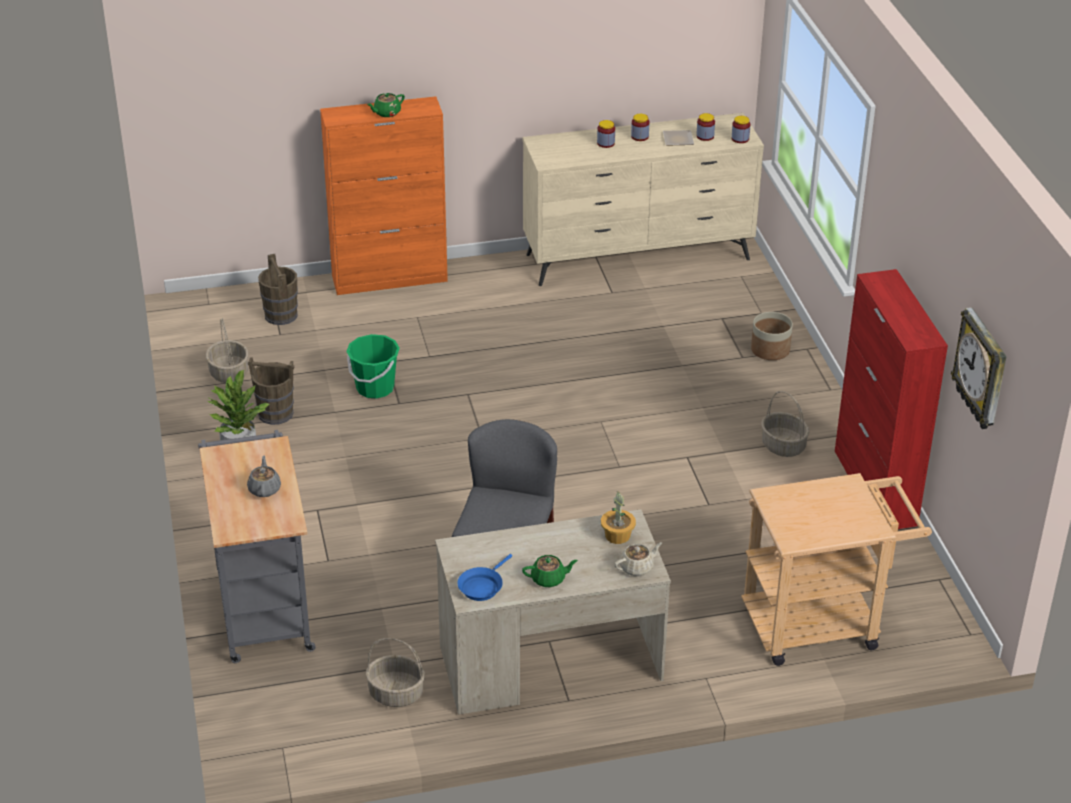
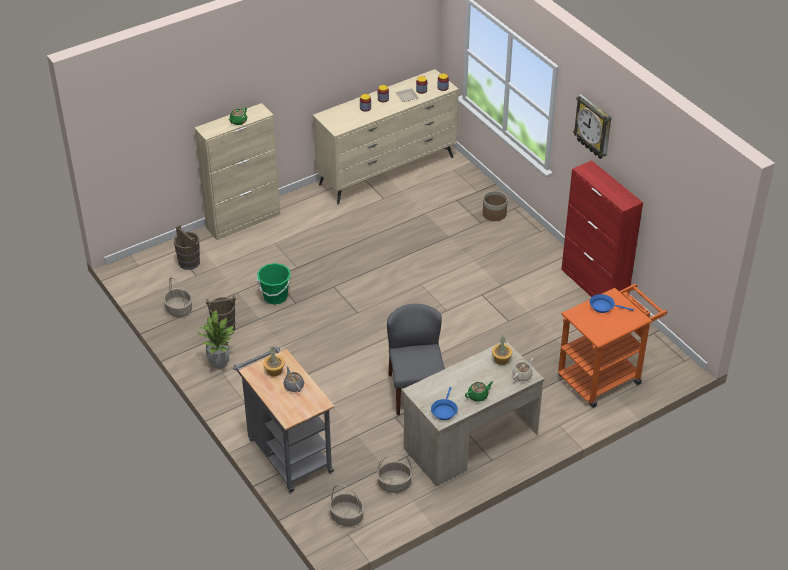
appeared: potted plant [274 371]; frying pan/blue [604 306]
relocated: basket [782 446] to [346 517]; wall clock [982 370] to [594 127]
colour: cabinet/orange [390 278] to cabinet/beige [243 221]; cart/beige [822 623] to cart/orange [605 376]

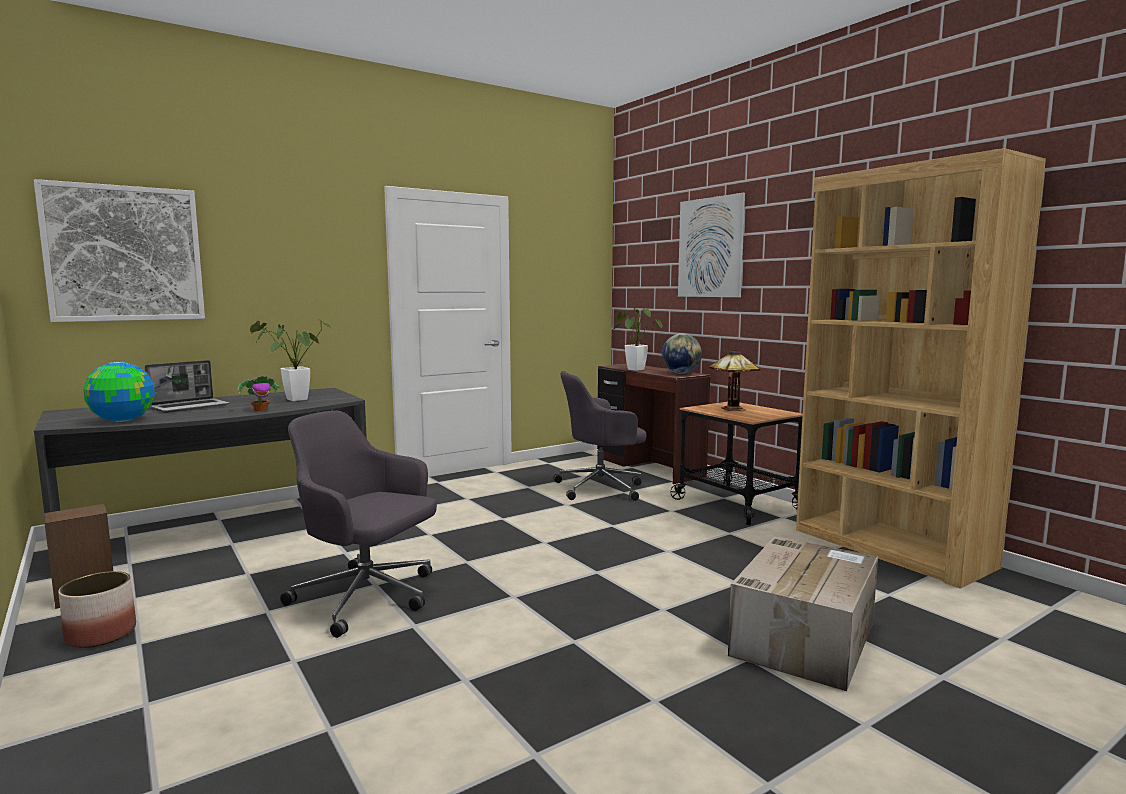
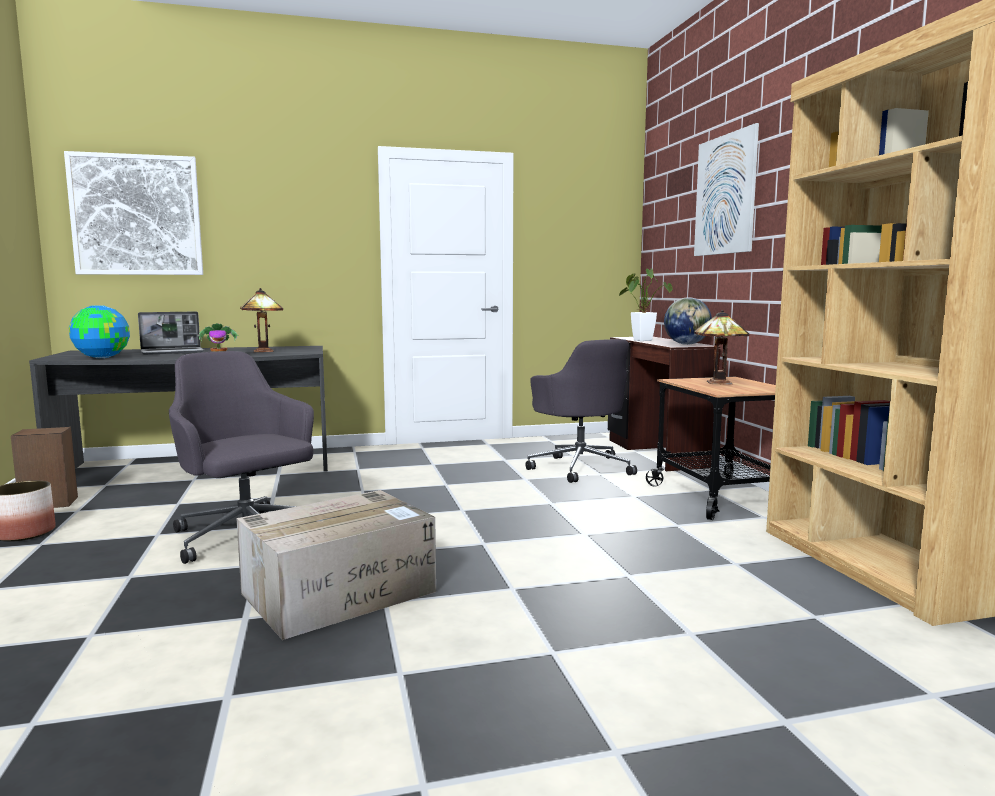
relocated: cardboard box [804 637] to [341 592]
exchanged: potted plant [292 400] to table lamp [262 351]
spun: office chair/grey [601 488] = [580 467] 120 degrees counterclockwise

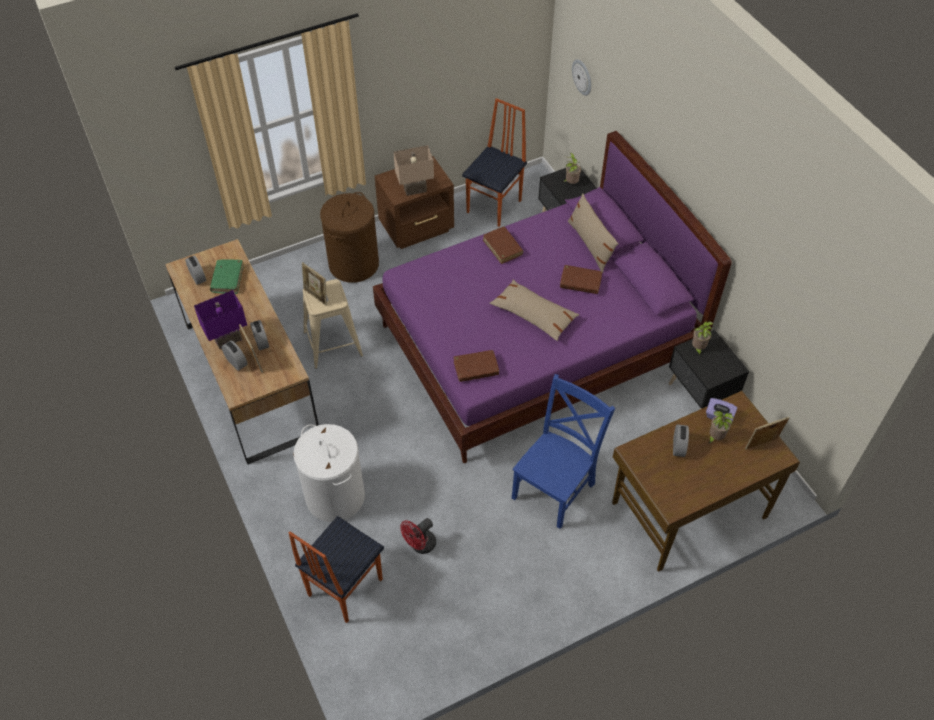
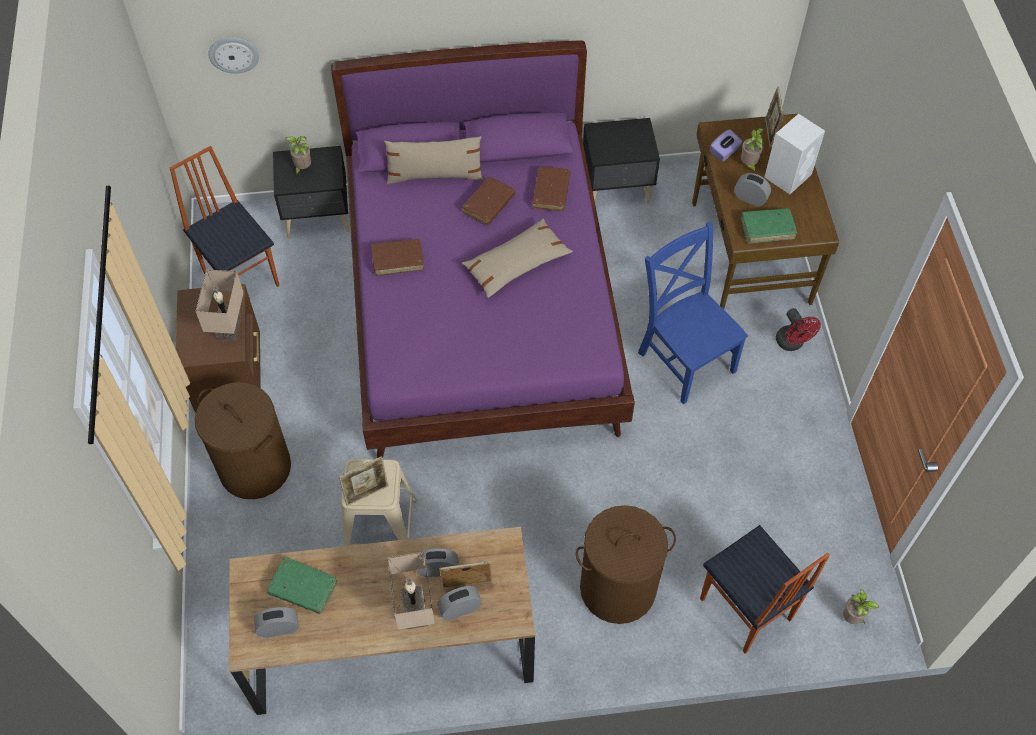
appeared: book/green [767 229]; speaker/white [788 175]
relocated: book/brown [476 369] to [551 192]; fan/red [420 545] to [792 343]; potted plant [698 348] to [852 618]
colour: table lamp/purple [228 338] to table lamp/beige [413 611]; laundry basket/white [335 496] to laundry basket/brown [617 588]

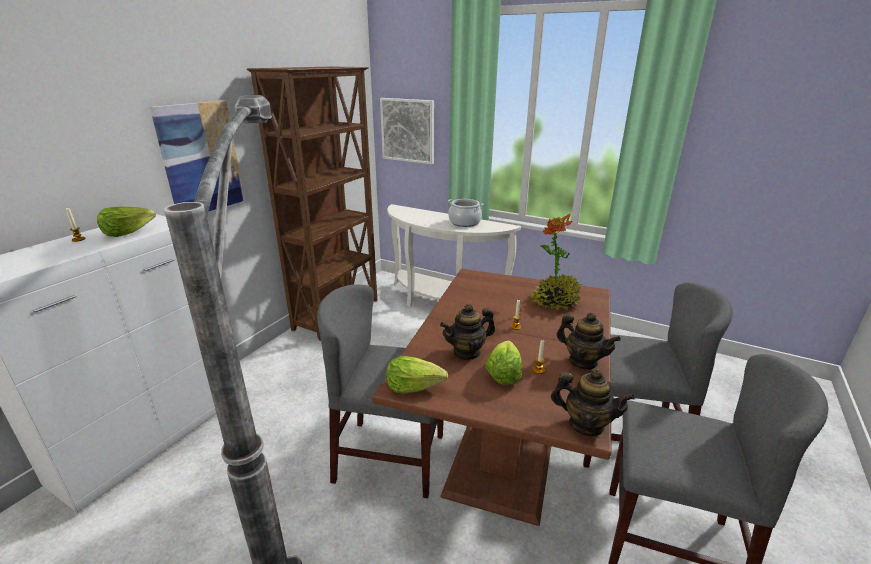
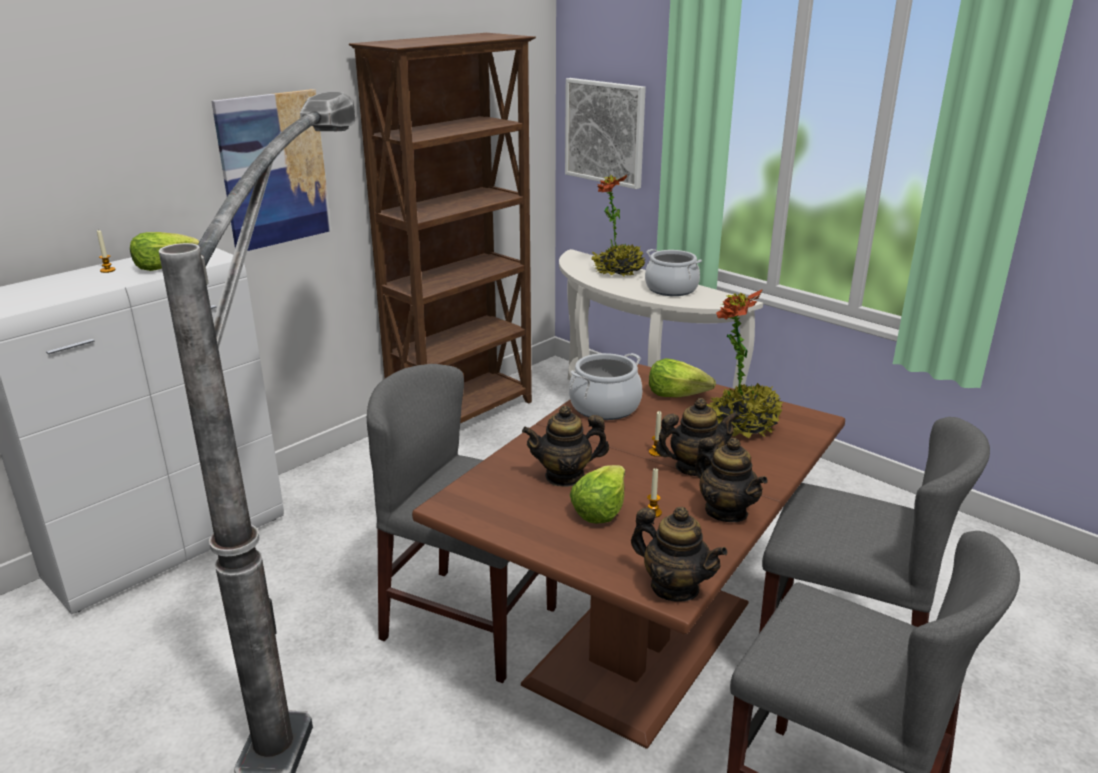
appeared: cooking pot [604 407]; potted plant [618 271]; teapot [694 467]
relocated: lettuce [414 386] to [677 394]

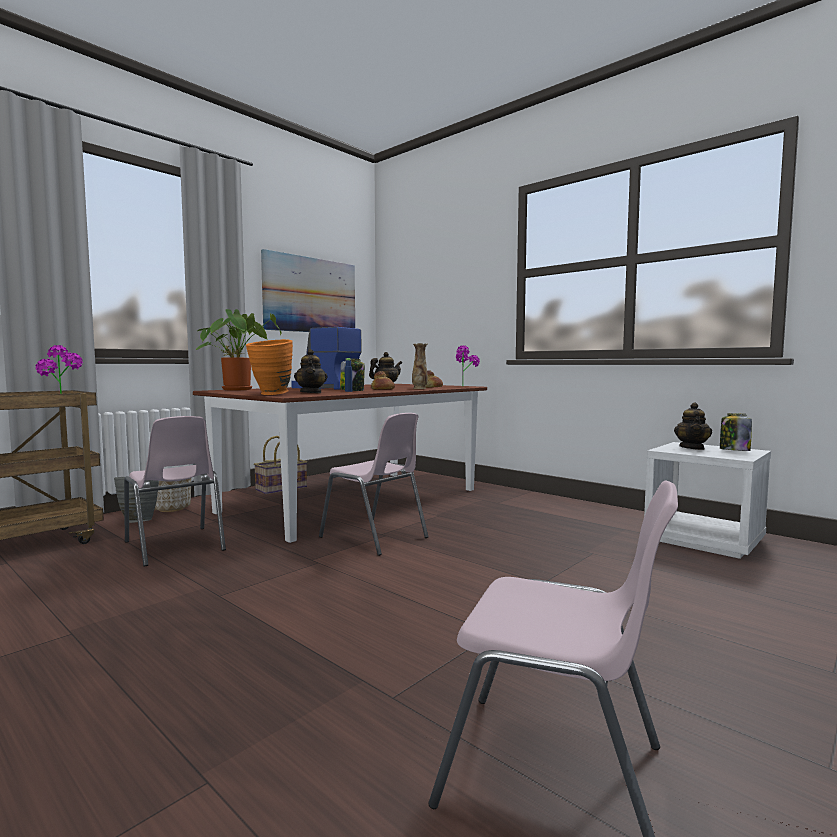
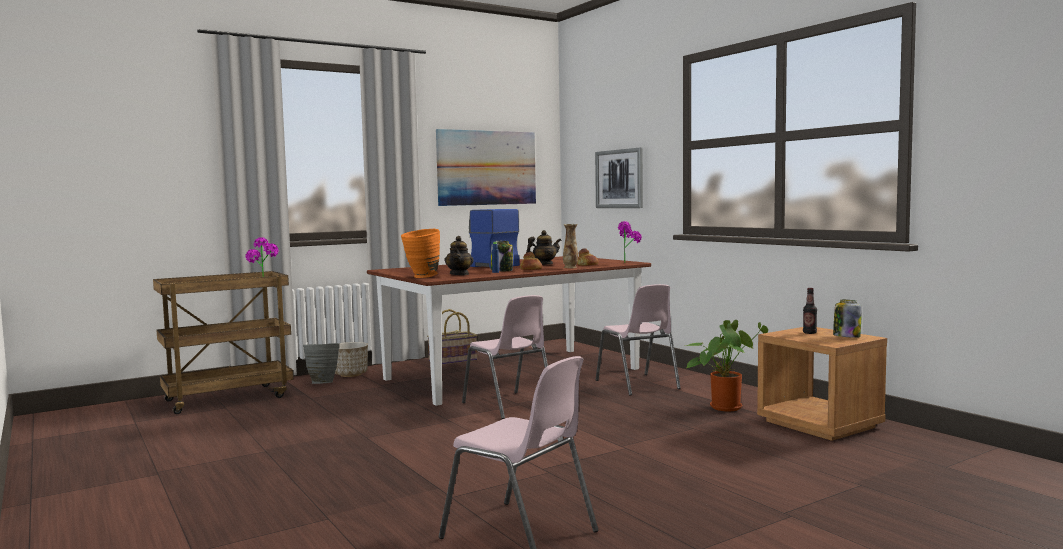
appeared: picture [619 179]
relocated: chair/pink [175 546] to [638 385]; potted plant [238 389] to [726 406]
exchanged: teapot [692 448] to bottle [809 333]
colour: nightstand/white [704 540] to nightstand/brown [820 424]

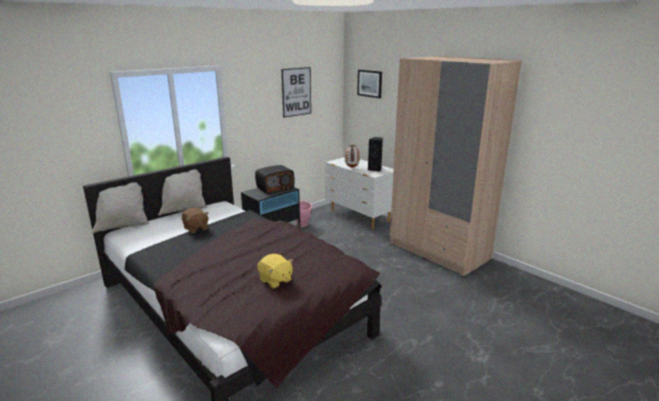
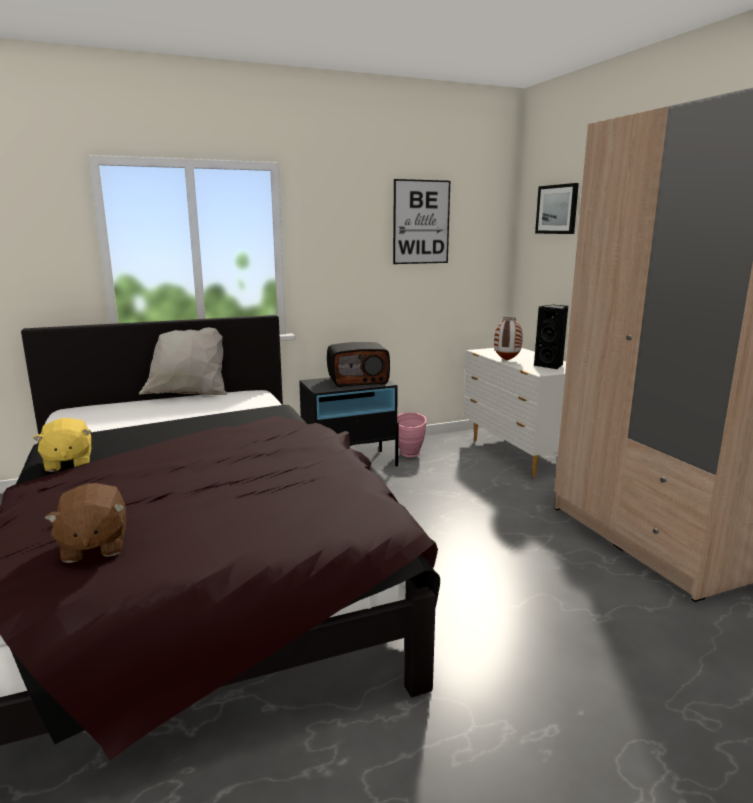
missing: pillow/white [123 227]
relocated: plush toy/yellow [275 280] to [67 463]; plush toy/brown [195 228] to [93 547]

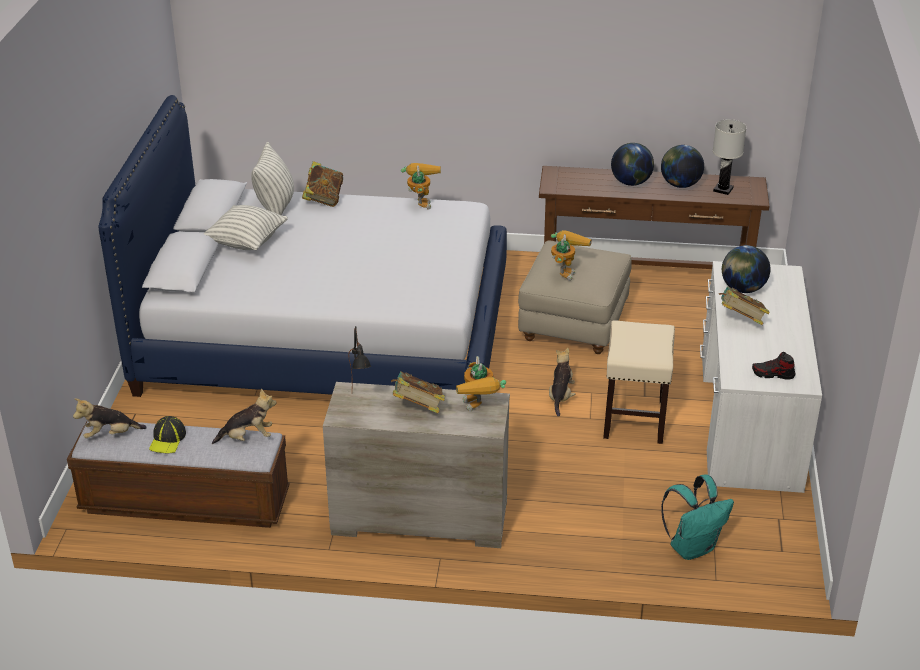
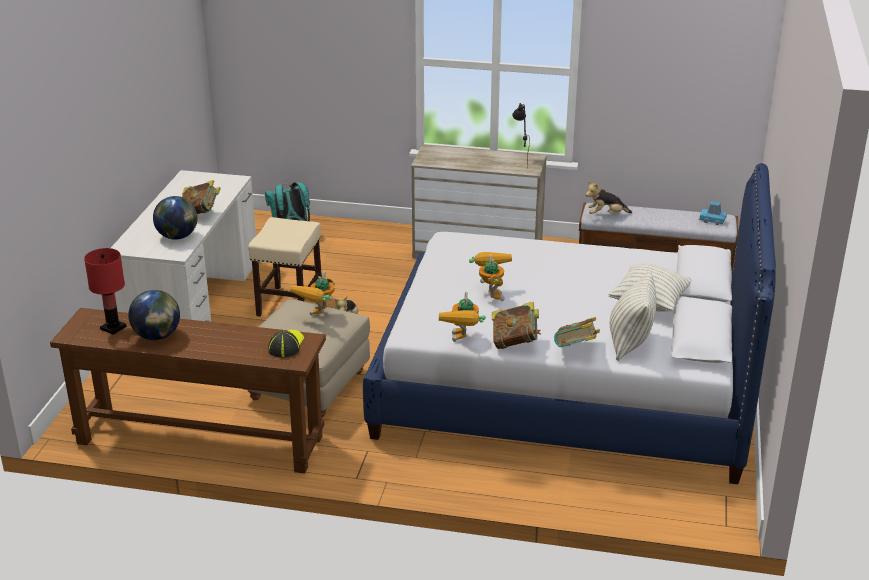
missing: globe [631 182]; shoe [773 374]
relocated: cap [167 439] to [286 345]; toy robot [479 409] to [490 293]; book [418 408] to [515 342]
exchanged: plush toy [110 435] to toy car/blue [712 220]
colour: table lamp/white [723 190] to table lamp/red [113 327]

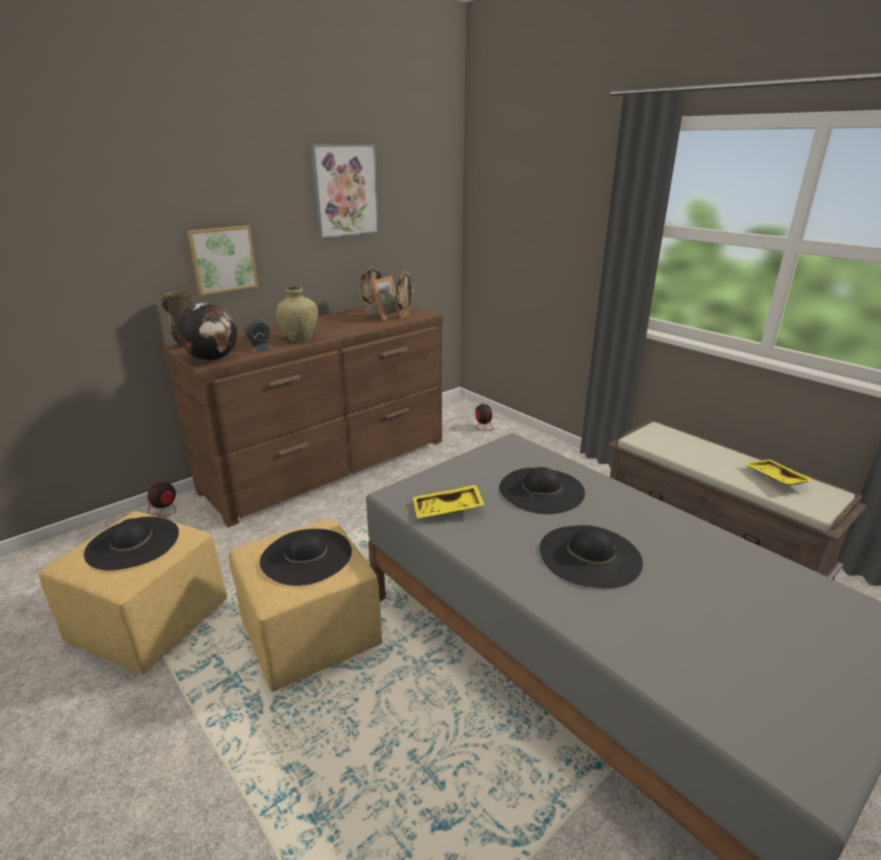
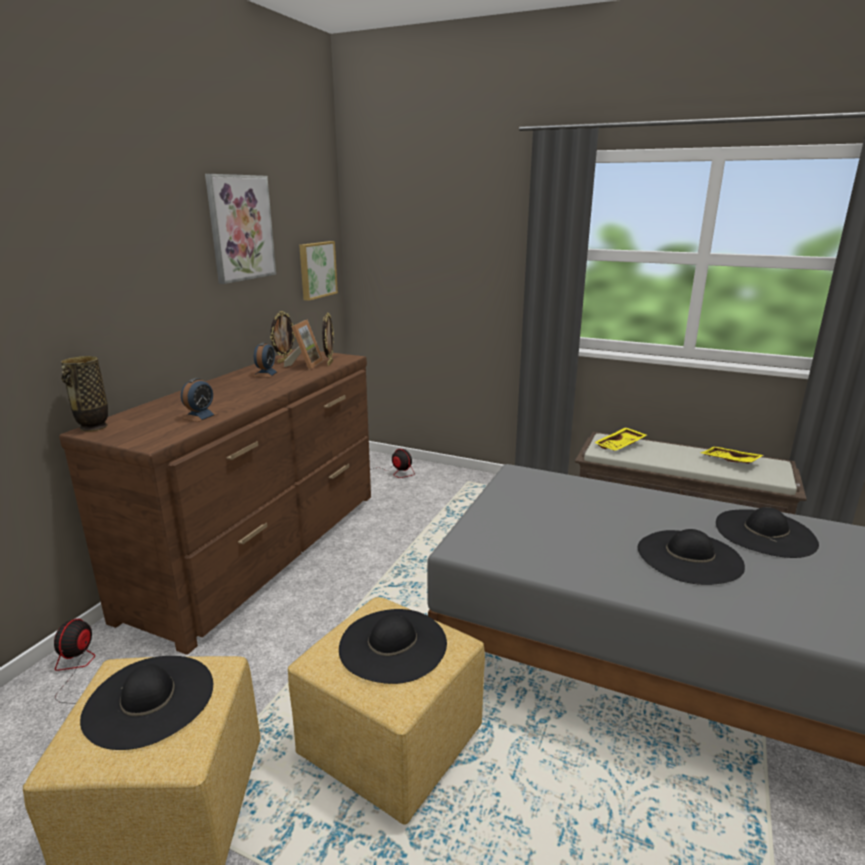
missing: globe [212 359]; vase/beige [300 338]
appeared: alarm clock [266 374]
relocated: picture [222 259] to [316 270]; tray/yellow [447 510] to [620 445]; hat/black [541 490] to [765 532]

